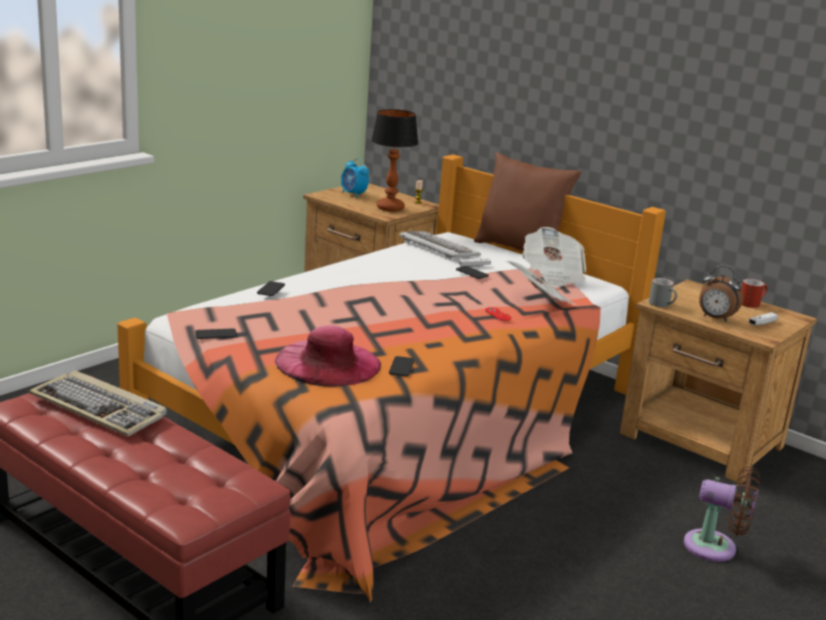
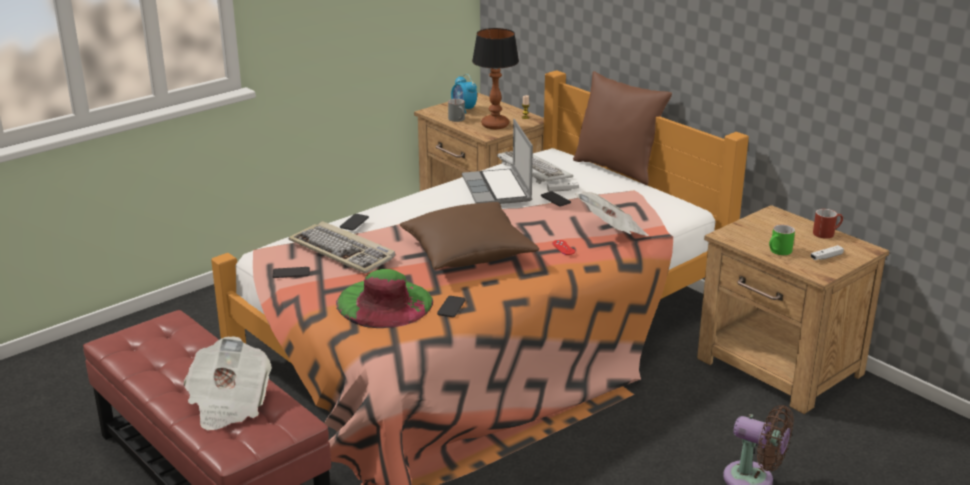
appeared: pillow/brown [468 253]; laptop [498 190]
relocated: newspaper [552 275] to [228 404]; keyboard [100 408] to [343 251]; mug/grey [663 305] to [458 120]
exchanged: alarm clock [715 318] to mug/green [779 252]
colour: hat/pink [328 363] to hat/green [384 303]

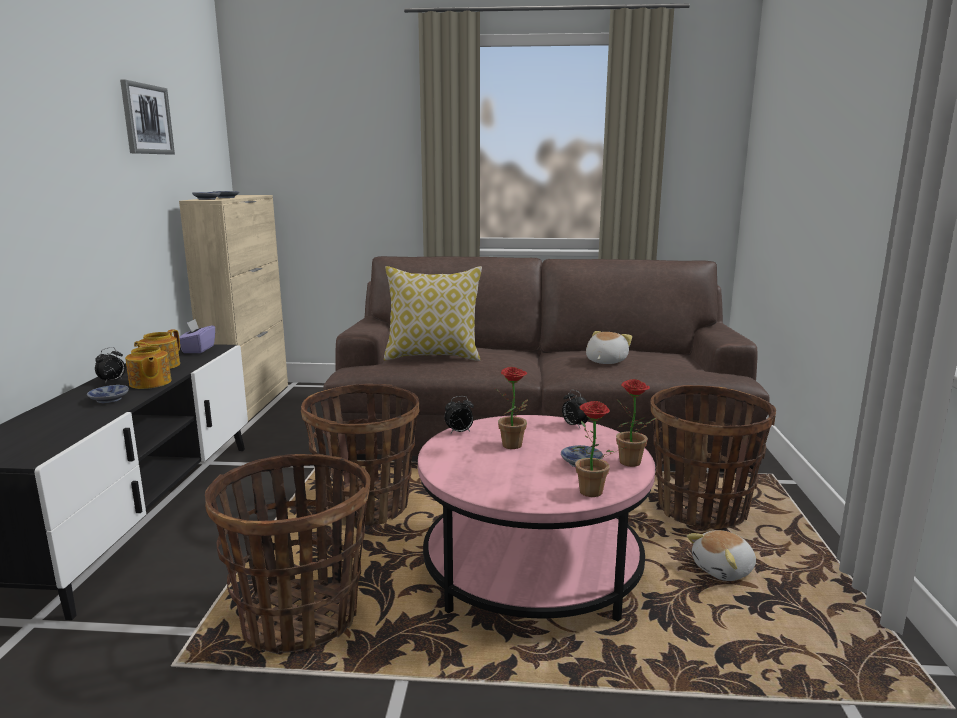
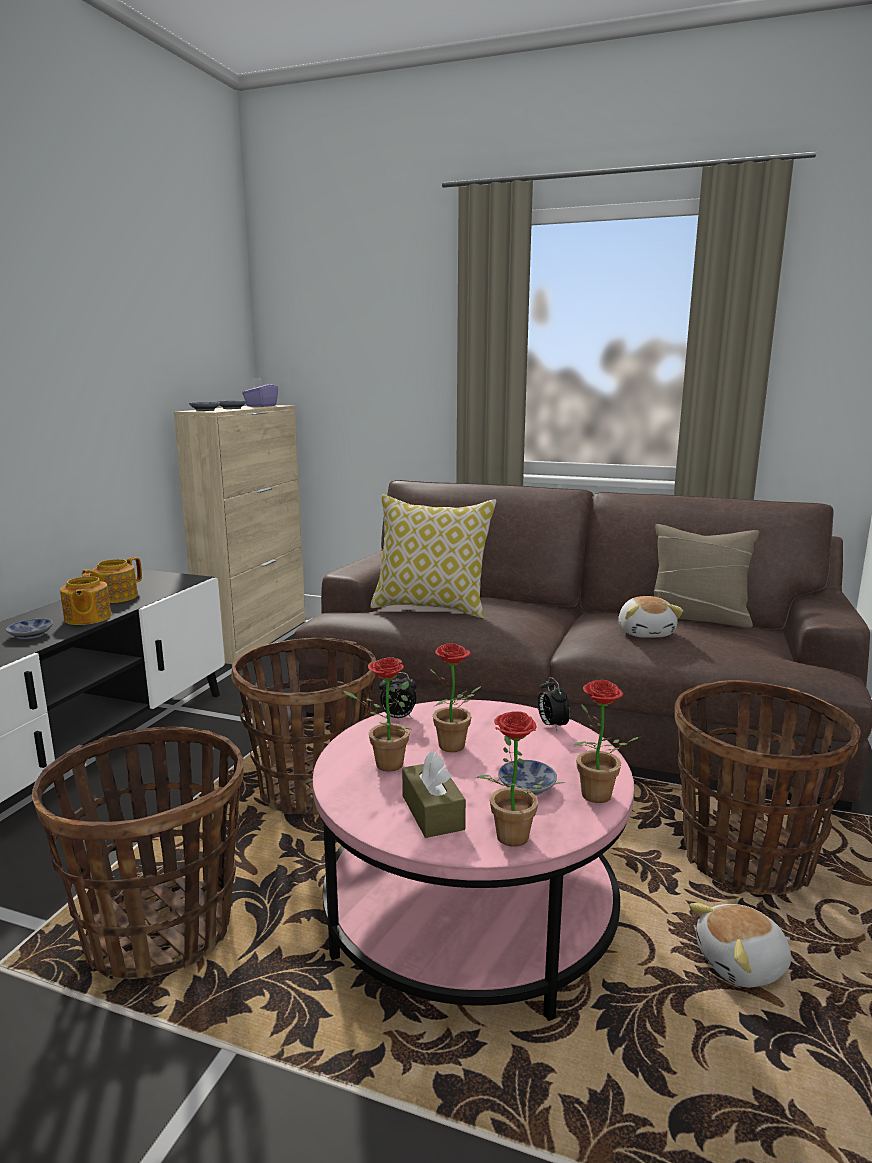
missing: alarm clock [112 381]; picture [146 119]
appeared: potted plant [383 765]; tissue box/brown [432 812]; pillow/beige [697 618]
relocated: tissue box/purple [198 349] to [261 406]
spun: plush toy [605 361] = [646 632] 135 degrees clockwise

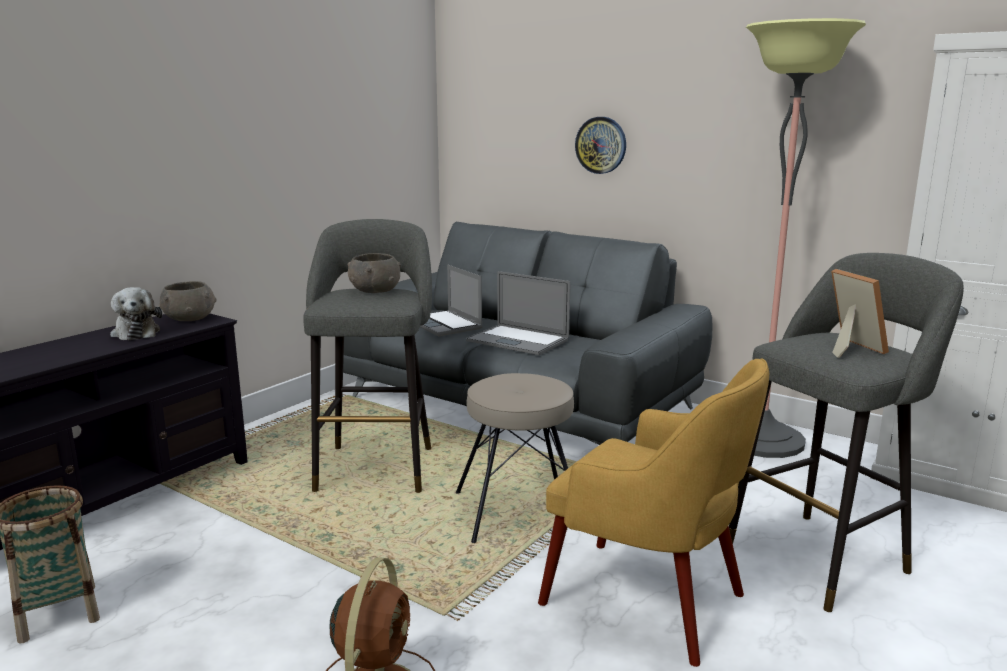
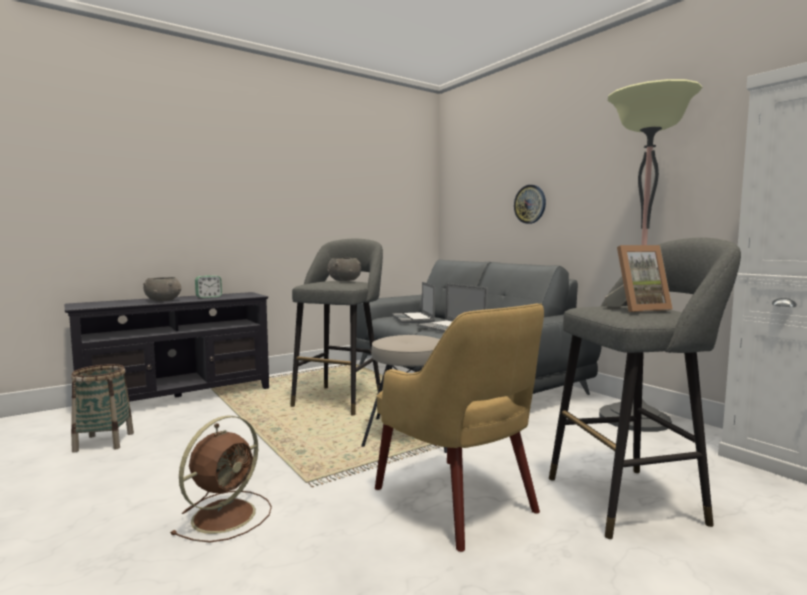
relocated: bowl/grey [189 318] to [163 300]
exchanged: plush toy [136 332] to alarm clock [209 297]
spun: picture frame [848 348] = [637 309] 75 degrees clockwise

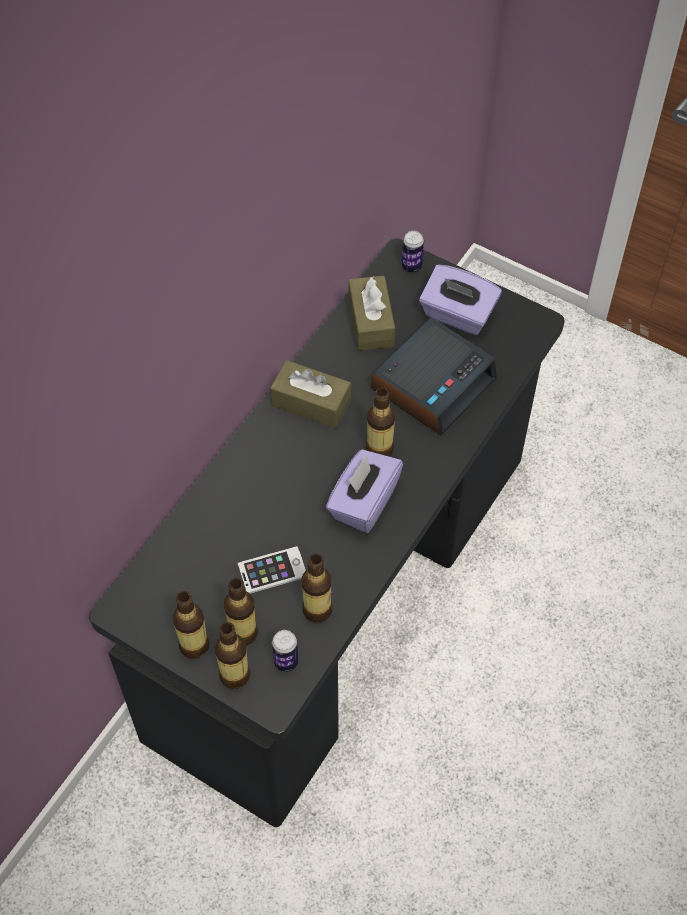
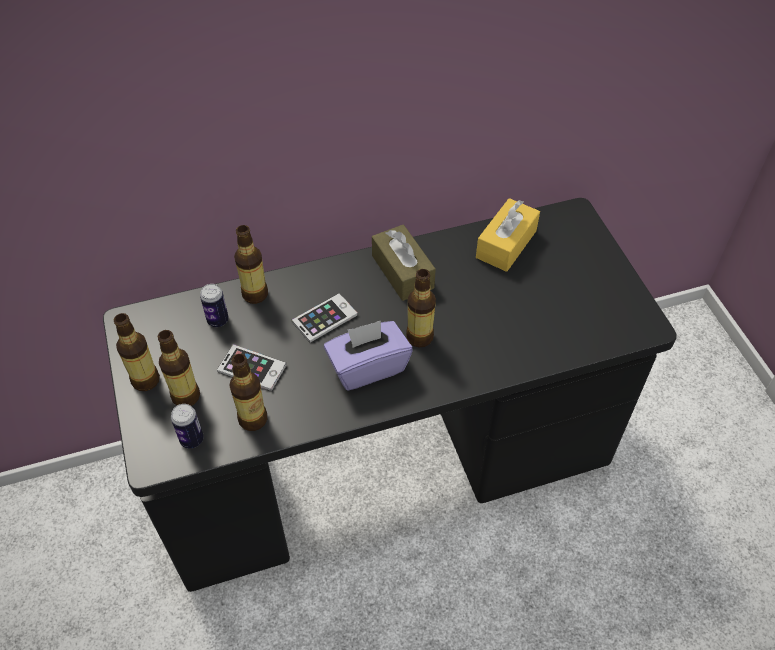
missing: alarm clock [433 383]; tissue box/purple [457 315]
appeared: phone [325 318]
relocated: can [411 266] to [218 320]; bottle [234 675] to [255 294]
colour: tissue box/brown [371 322] to tissue box/yellow [506 244]

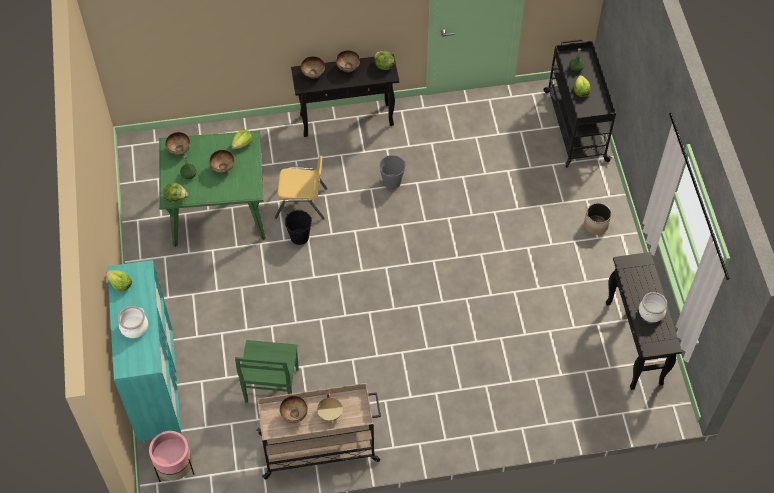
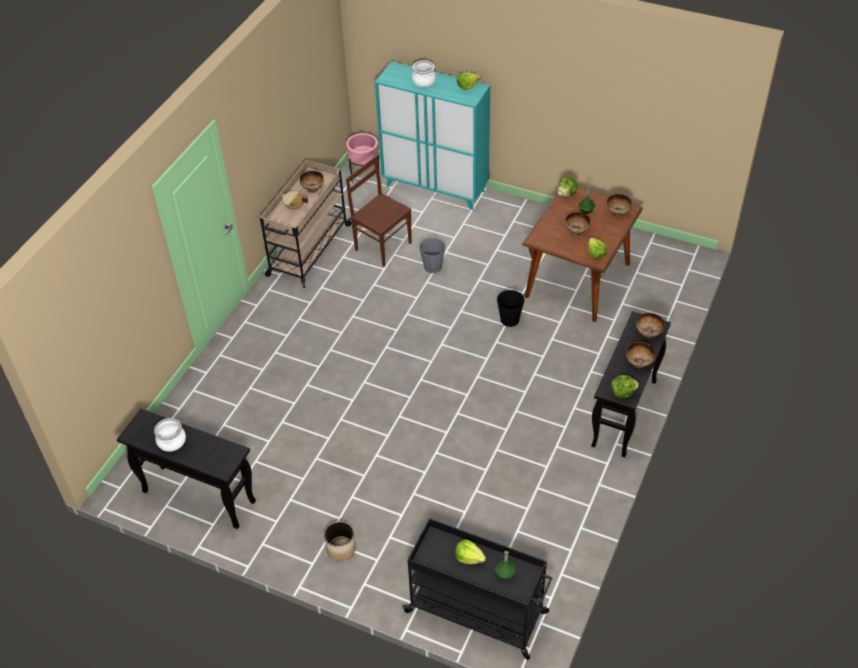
missing: chair/yellow [301 203]
relocated: bucket/grey [392 181] to [433 267]
colour: chair/green [271 387] to chair/brown [382 245]; dining table/green [219 211] to dining table/brown [577 280]

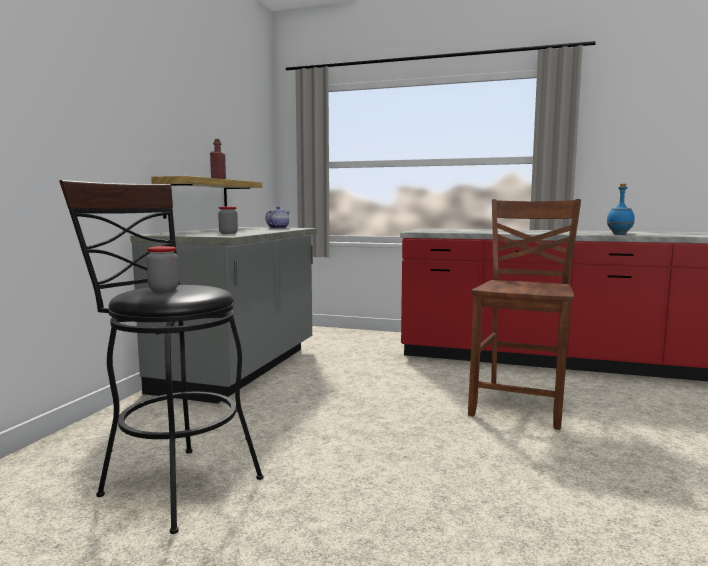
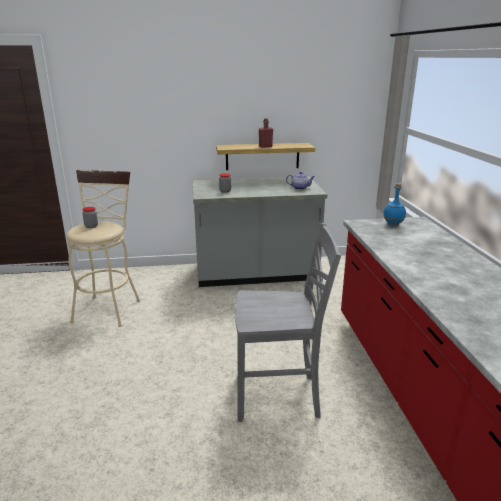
relocated: bottle/blue [619 234] to [393 225]
colour: stool/black [173 482] to stool/beige [109 308]; chair/brown [521 405] to chair/grey [278 397]

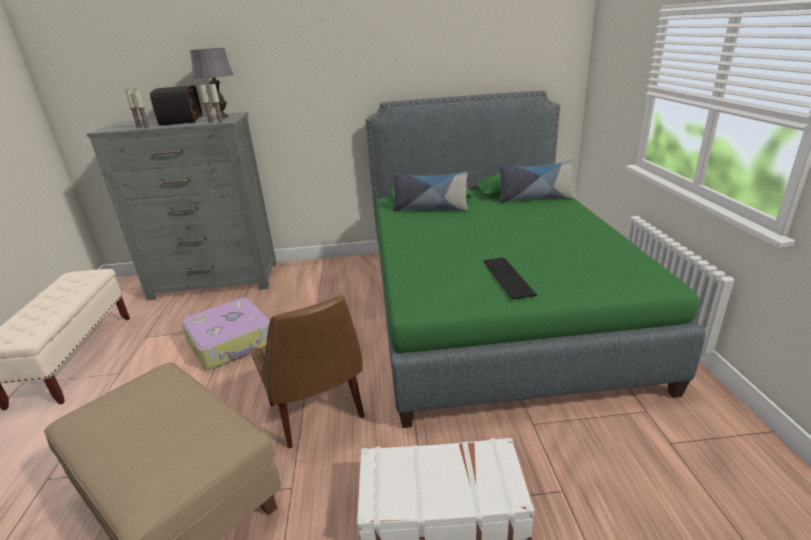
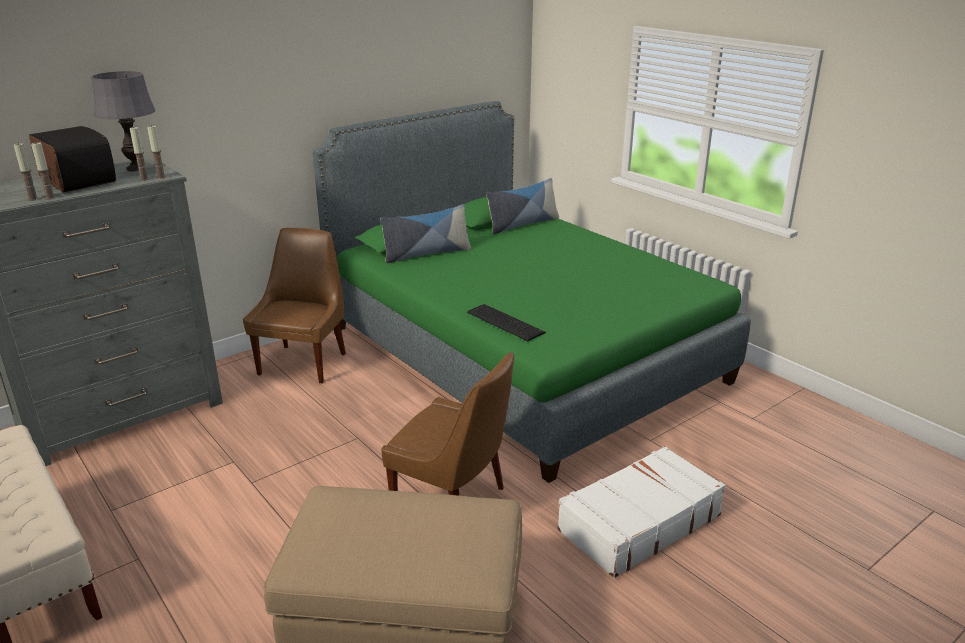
missing: suitcase [232 342]
appeared: chair/brown [304 362]
relocated: keyboard [509 277] to [505 321]

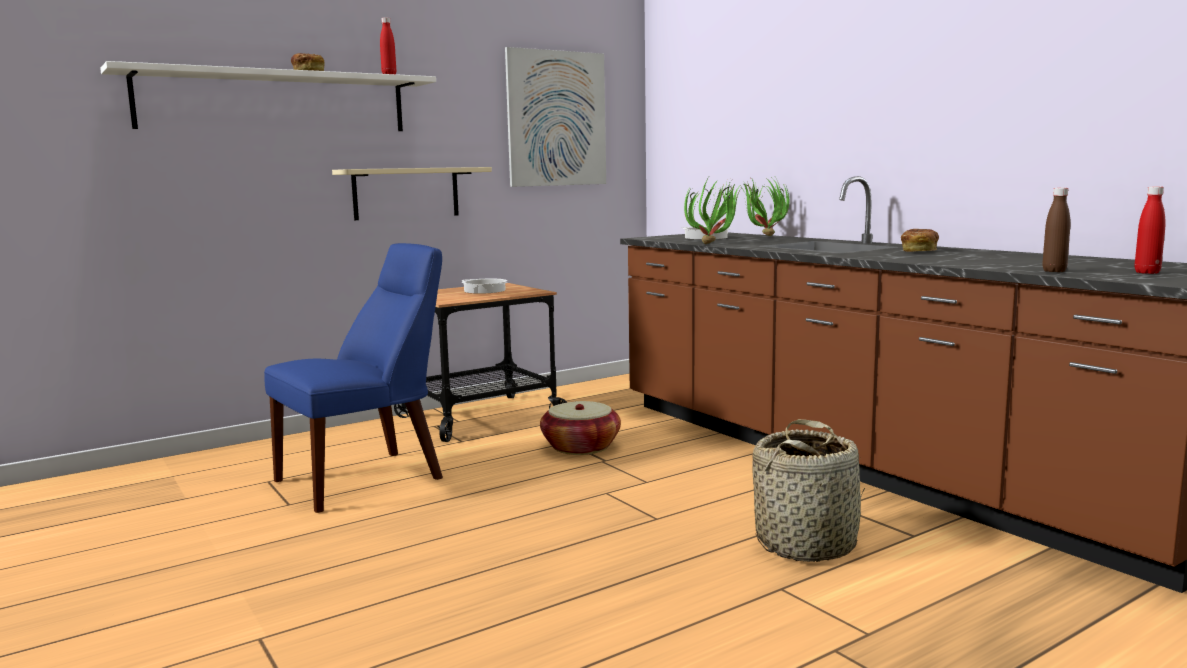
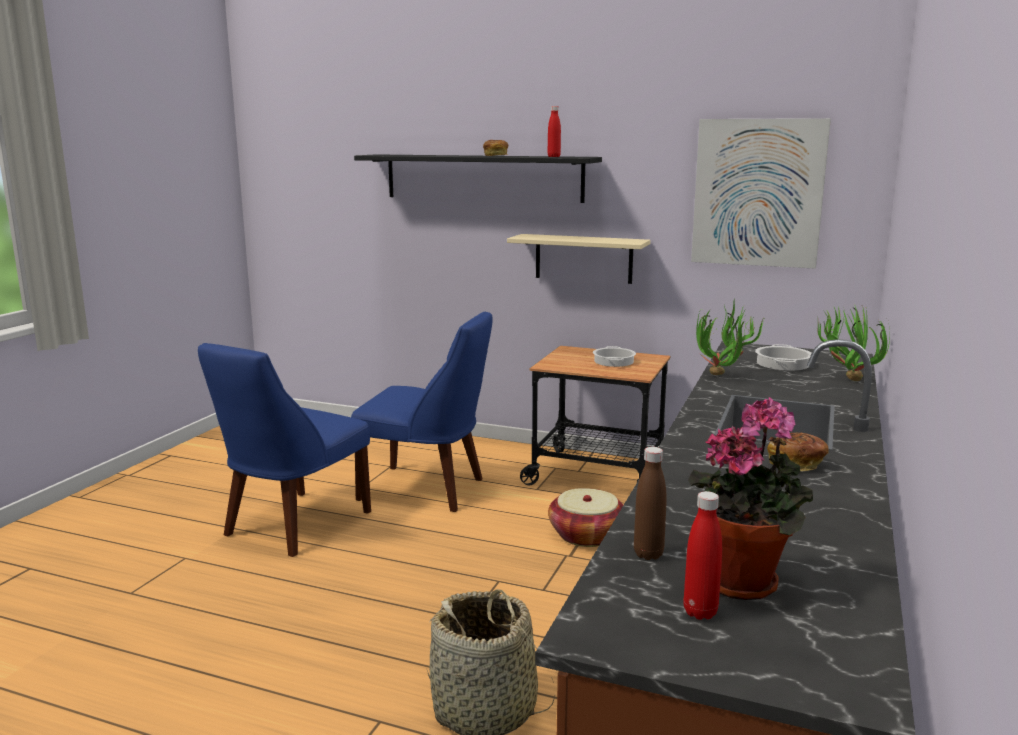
appeared: chair/blue [293 526]; potted plant [746 581]
colour: shelf/white [276 102] to shelf/black [483 177]

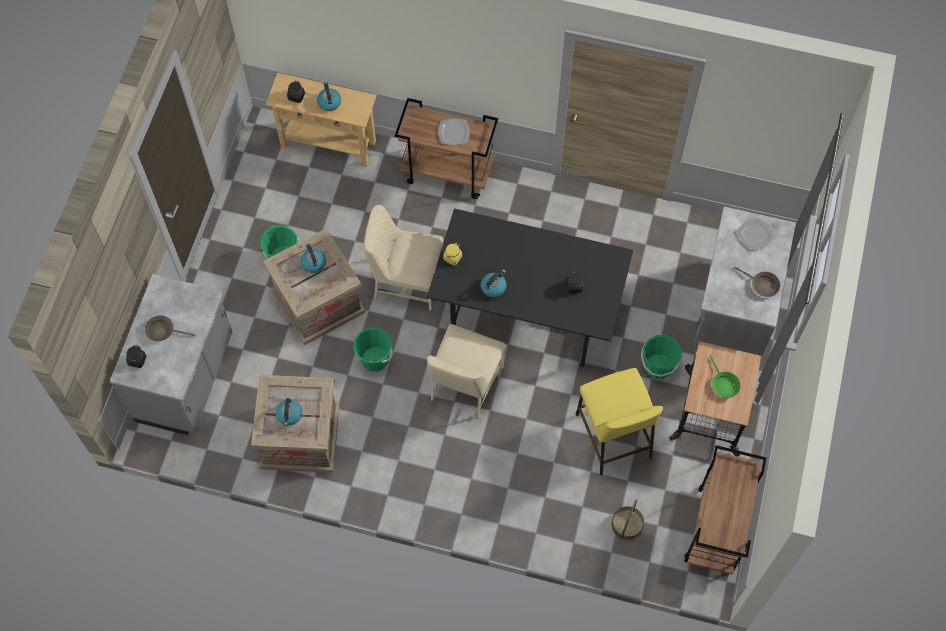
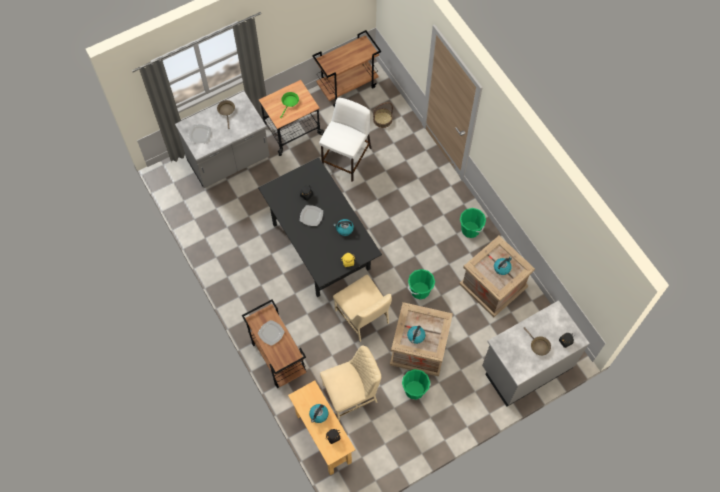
appeared: plate [311 216]
relocated: chair/beige [465 384] to [351 394]; bucket/green [658 366] to [470 230]
colour: stool/yellow [612 435] to stool/white [346 158]

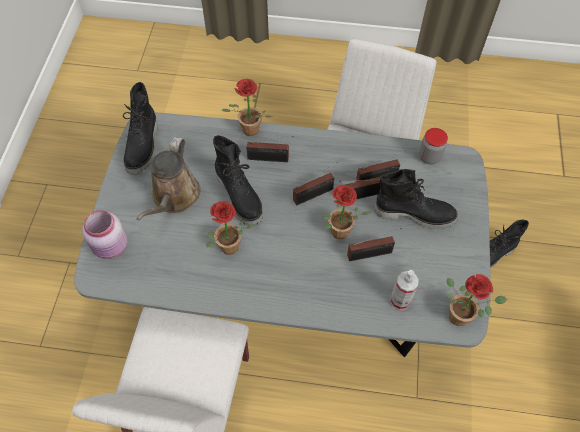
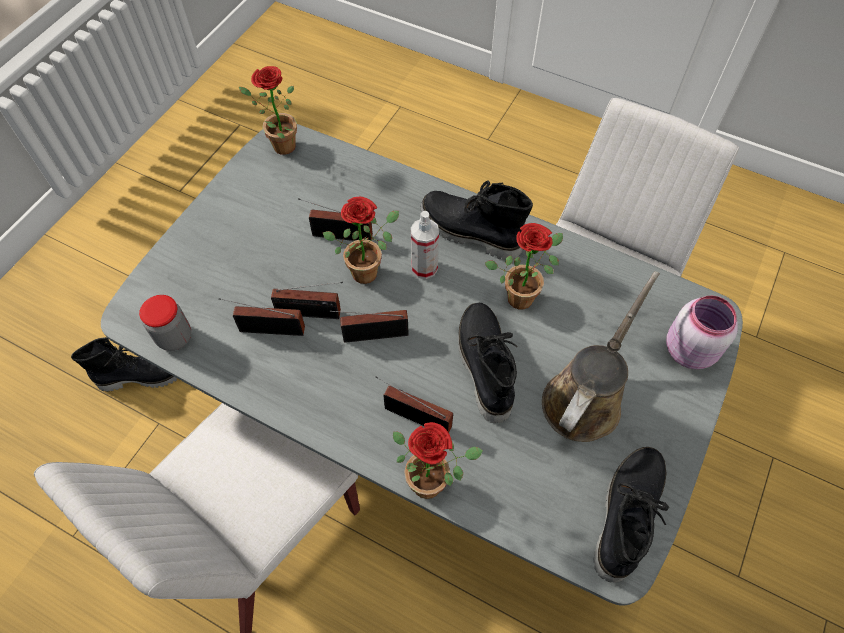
relocated: spray bottle [400 300] to [424 267]; boot/black [414 213] to [469 233]

